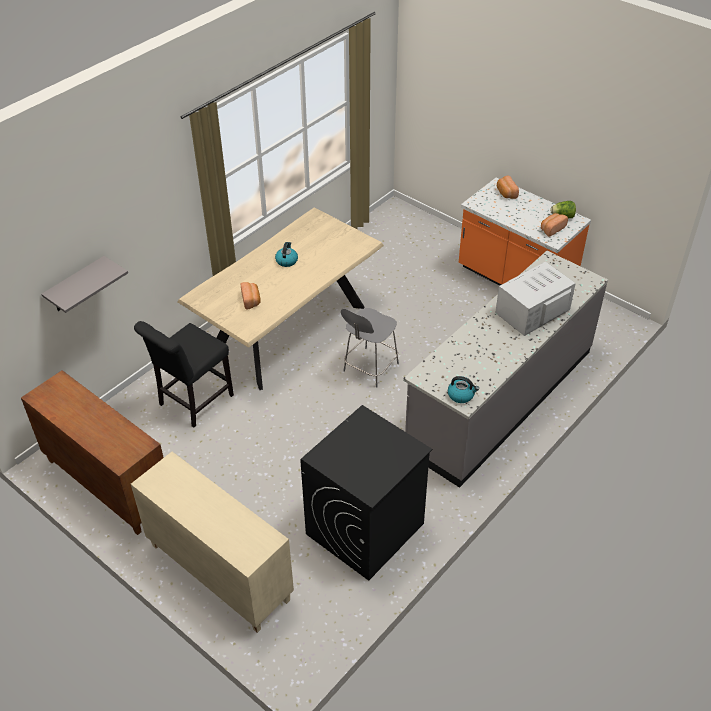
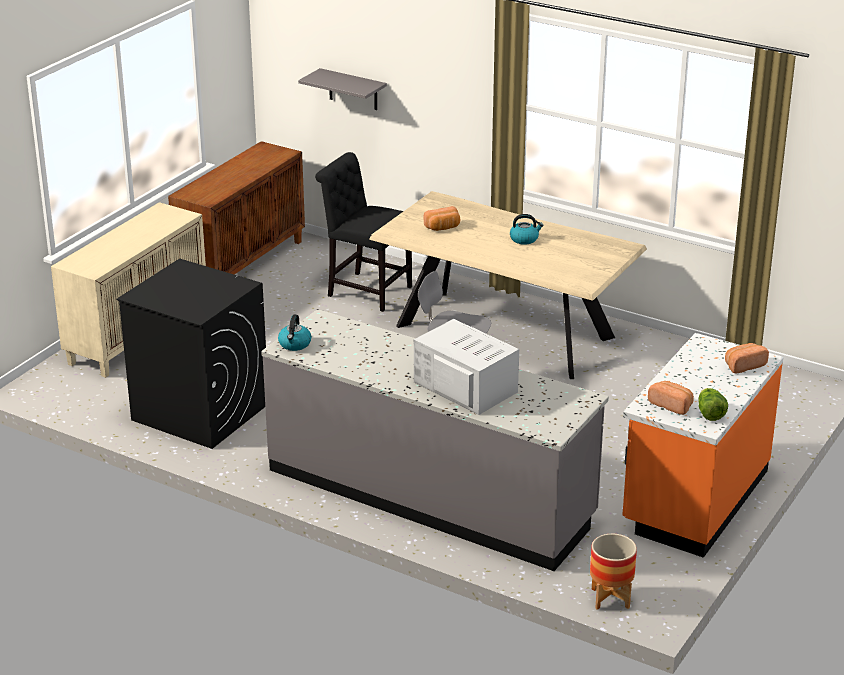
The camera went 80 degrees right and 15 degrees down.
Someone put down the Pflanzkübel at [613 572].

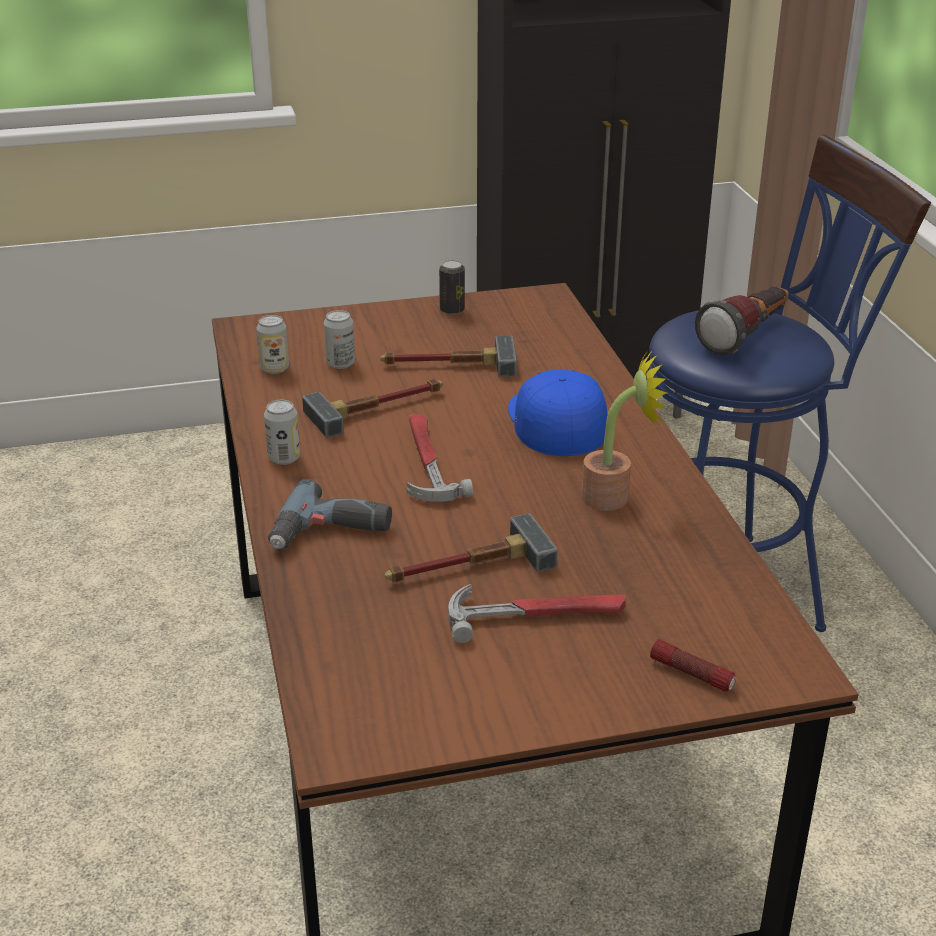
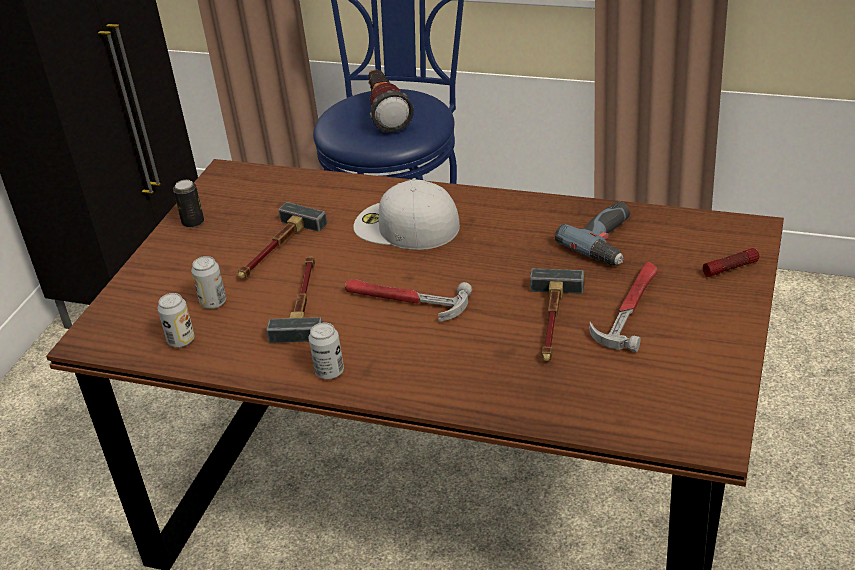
The camera went 55 degrees left and 5 degrees up.
Someone took away the Topfpflanze at [624 430].
Someone repainted the Kappe (blau) at [557 412], which became the Kappe (weiß) at [406 214].
Someone carried the Bohrmaschine from [330 514] to [592 234].

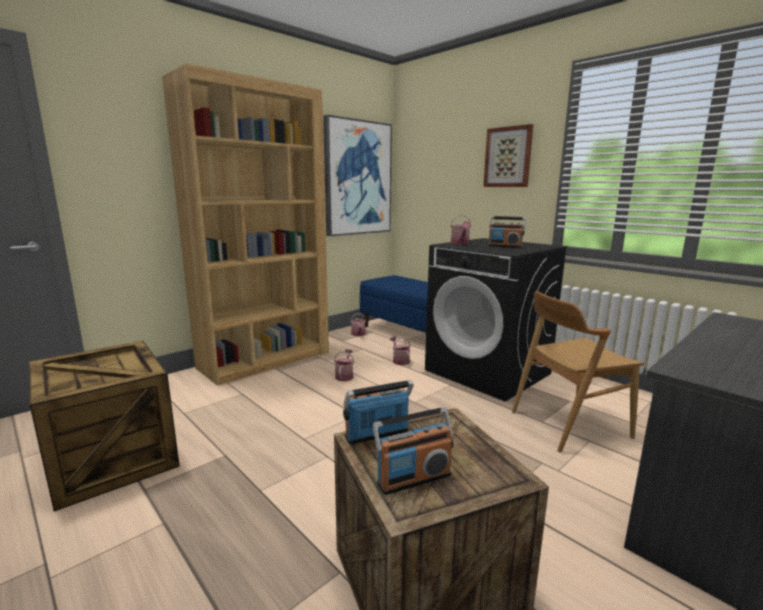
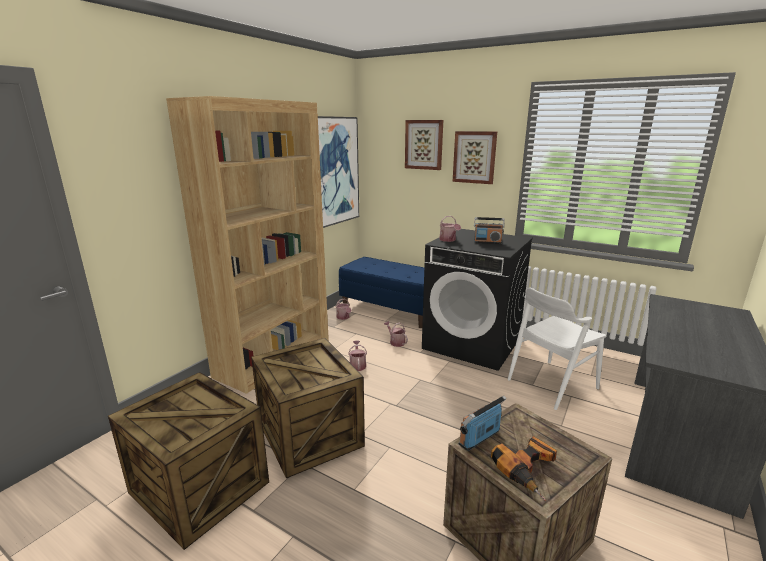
The camera went 15 degrees left and 5 degrees up.
Someone repainted the Stuhl (braun) at [578 371], which became the Stuhl (weiß) at [557 348].
Someone swapped the Radio at [413 451] for the Bohrmaschine at [524 468].
Someone put up the Bild at [424 145].
Someone put down the Kiste at [308 408].

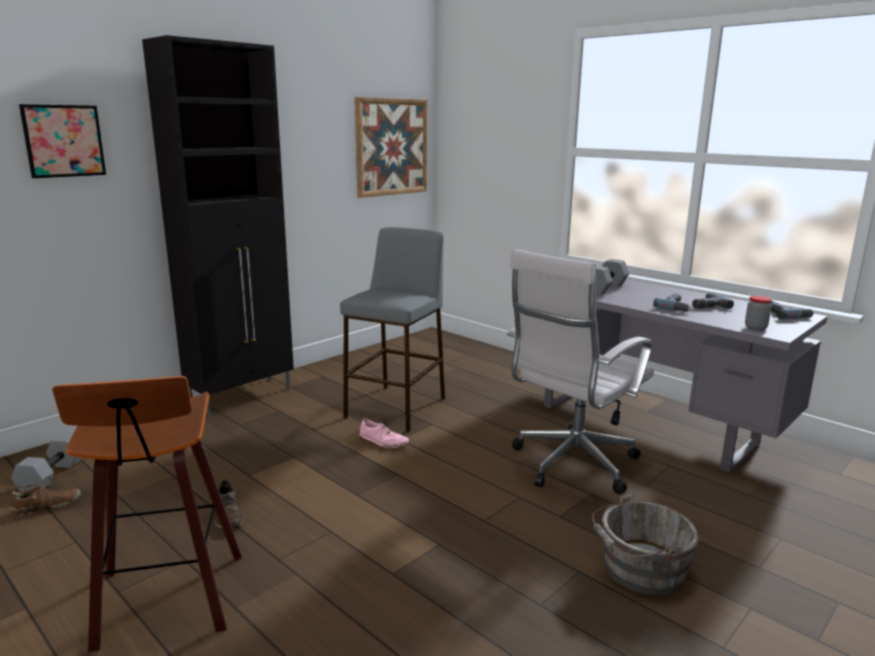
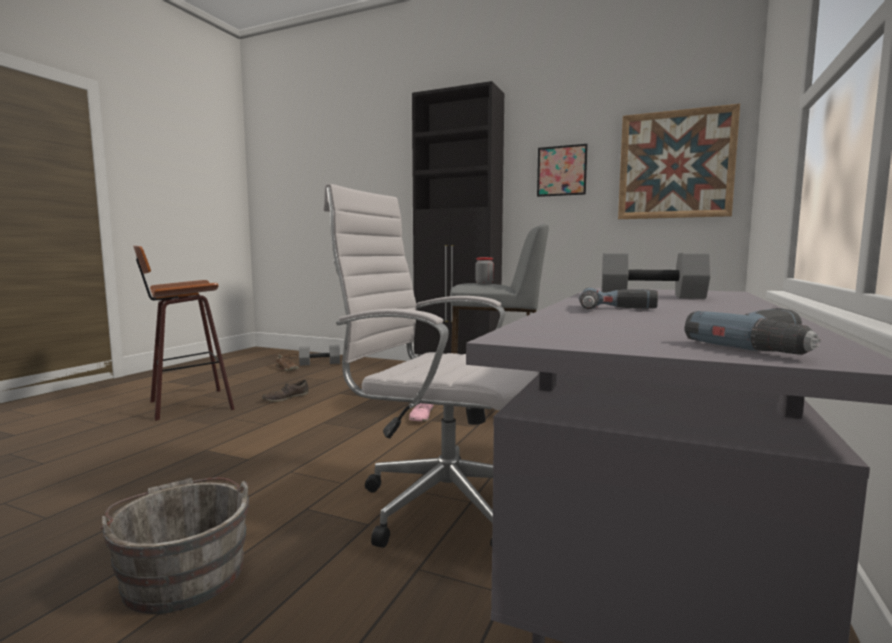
The camera went 70 degrees right and 10 degrees down.
Someone carried the Bild from [62 141] to [562 170].
Someone took away the Bohrmaschine at [713 301].
Someone carried the Vorratsglas from [758 313] to [484 270].

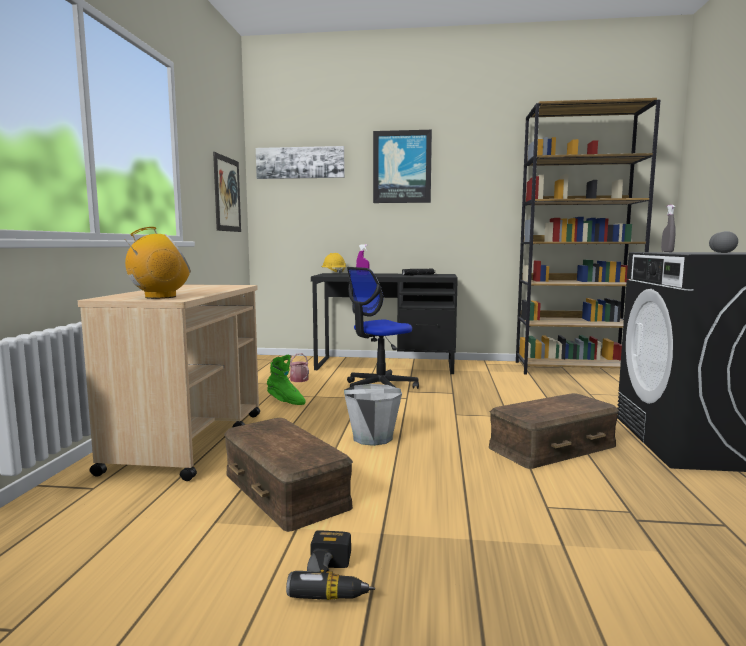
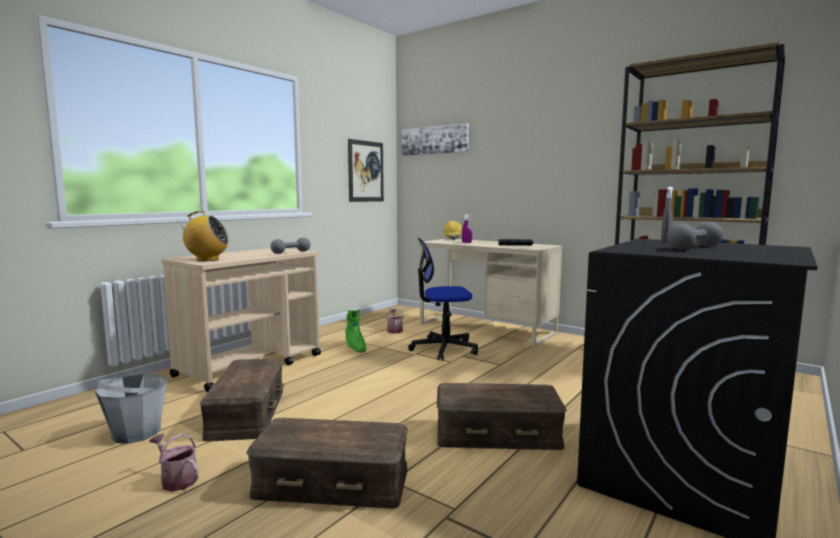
The camera went 30 degrees right and 0 degrees up.
Someone took away the Bild at [402 166].
Someone repainted the Schreibtisch (schwarz) at [384 323], which became the Schreibtisch (beige) at [490 292].
Someone carried the Eimer (grau) from [373 415] to [131 409].
Someone swapped the Bohrmaschine at [330 565] for the Gießkanne at [173 462].
Someone put down the Hantel (grau) at [290 245].
Someone put down the Aufbewahrungsbox (braun) at [327 463].

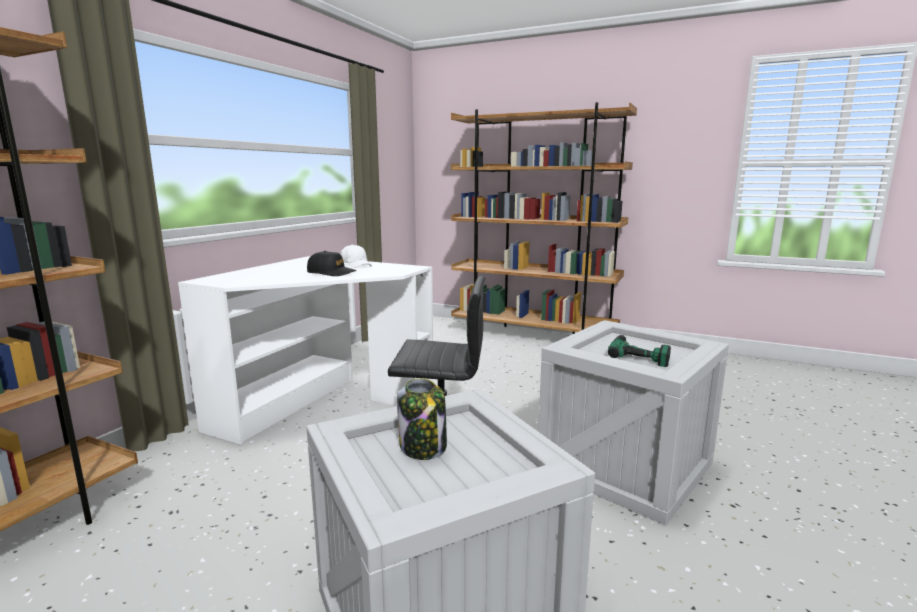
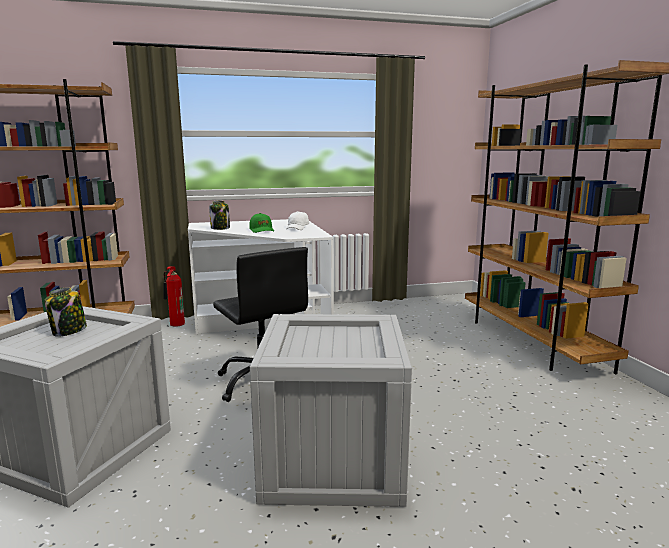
The camera went 50 degrees right and 0 degrees up.
Someone repainted the Kappe (schwarz) at [332 263], which became the Kappe (grün) at [261 223].
Someone took away the Bohrmaschine at [639 351].
Someone put down the Vorratsglas at [219 215].
Someone put down the Feuerlöscher at [174 296].

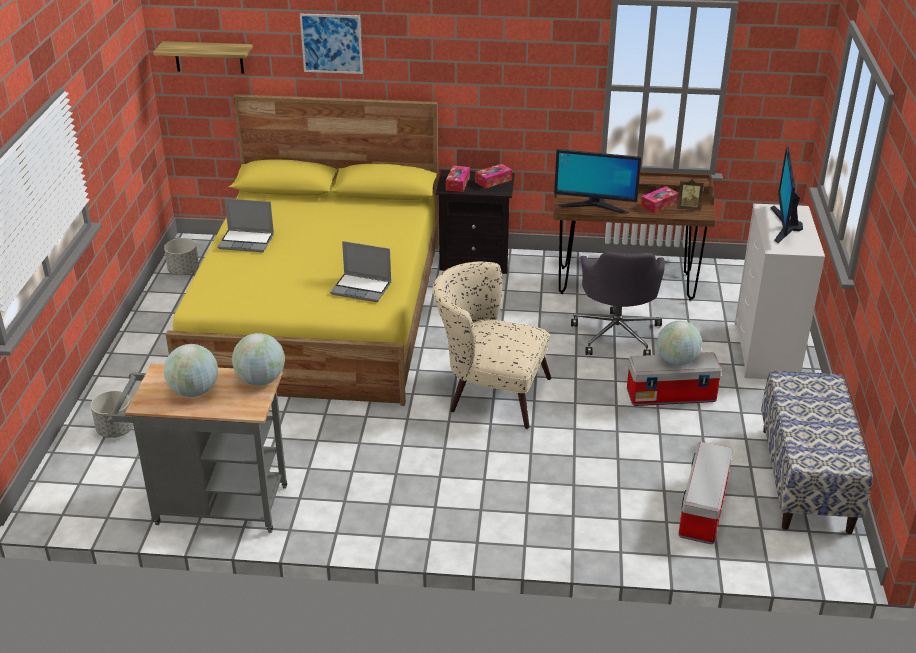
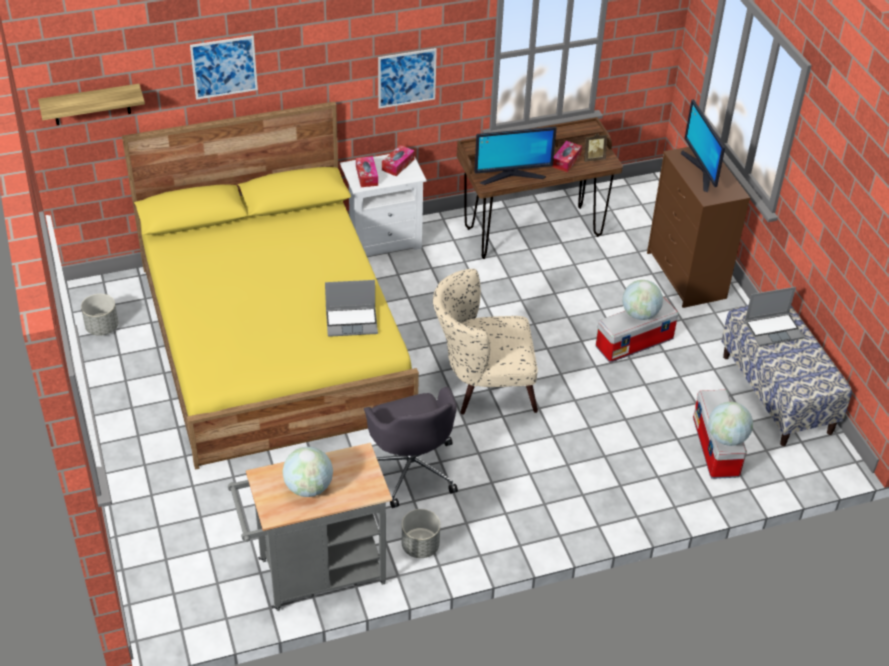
The camera went 25 degrees left and 10 degrees up.
Someone repainted the Nachttisch (schwarz) at [475 222], which became the Nachttisch (weiß) at [383 205].
Someone carried the Laptop from [245 225] to [774 316].
Someone repainted the Kommode (weiß) at [780 291], which became the Kommode (braun) at [698 227].
Someone carried the Bürostuhl (grau) from [618 304] to [411 447].
Someone carried the Globus from [258 359] to [730 424].
Someone carried the Pflanzkübel (grau) from [112 414] to [421 533].
Someone put up the Bild at [407 78].

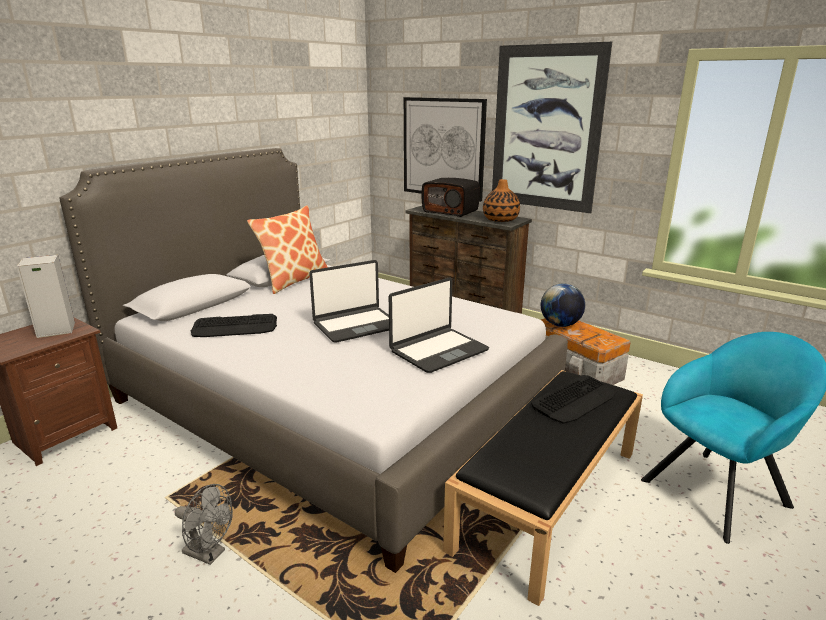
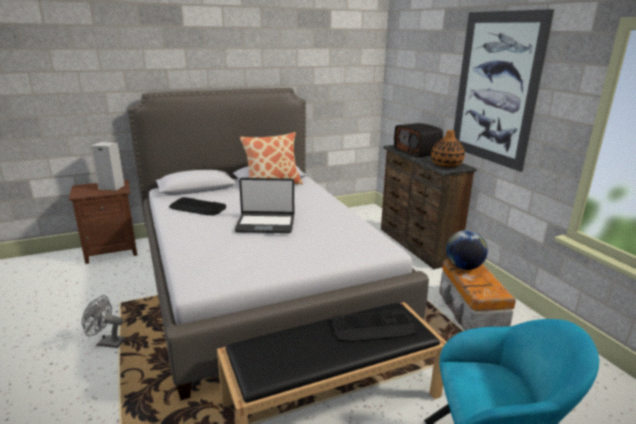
The camera went 30 degrees right and 0 degrees up.
Someone took away the Bild at [445 149].
Someone took away the Laptop at [439 325].
Someone rotated the Ventilator (grau) at [204 524] by 135 degrees clockwise.

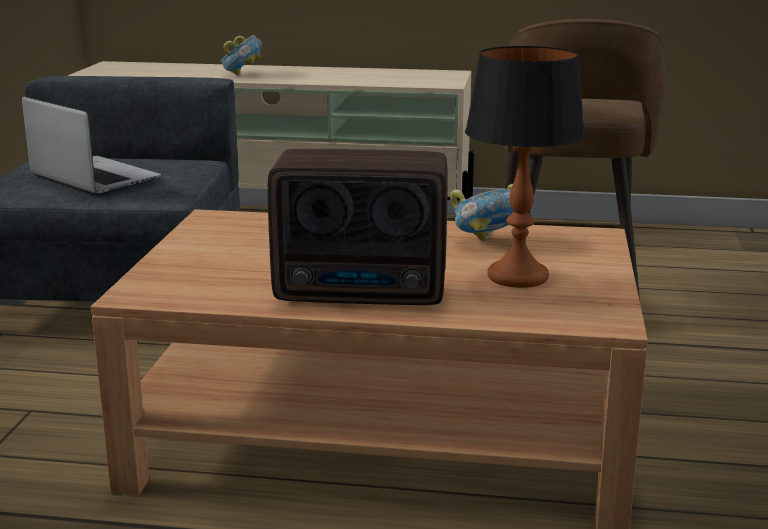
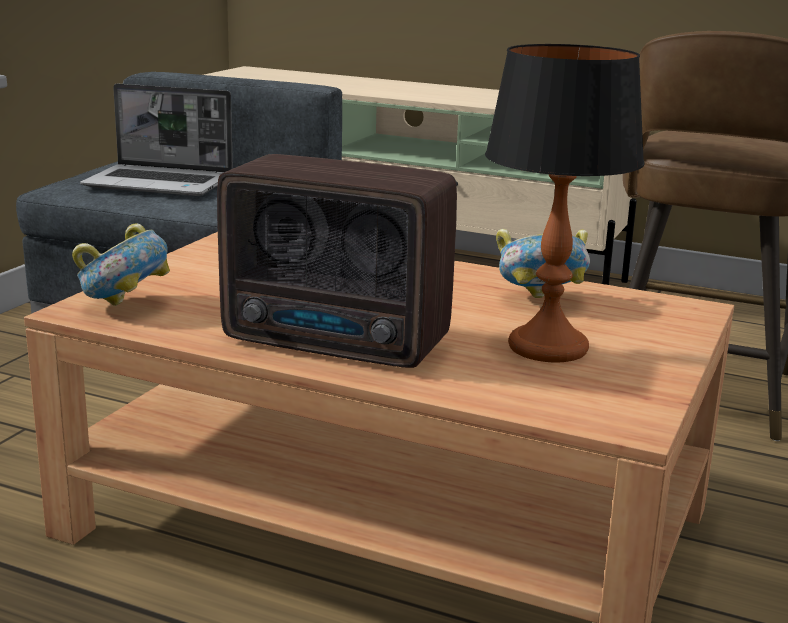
The camera went 15 degrees right and 0 degrees up.
Someone carried the Schüssel from [241 55] to [121 264].
Someone rotated the Laptop at [91 146] by 135 degrees clockwise.

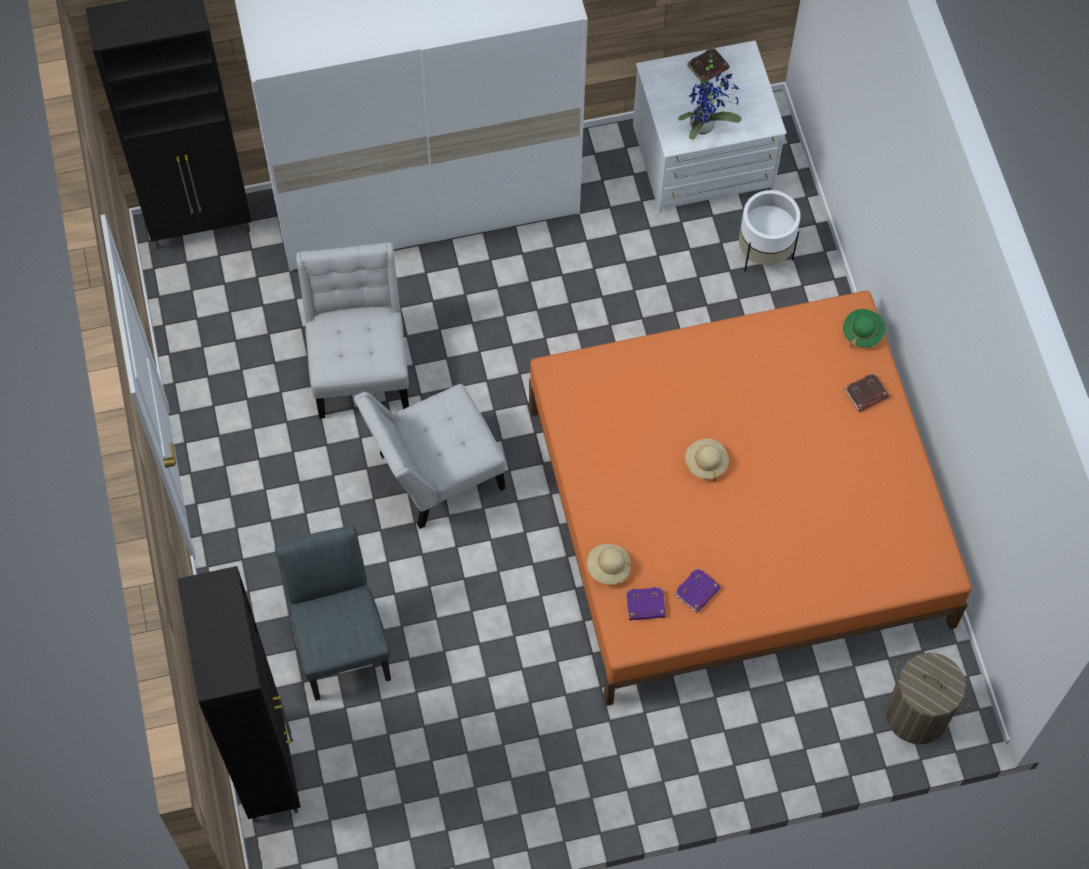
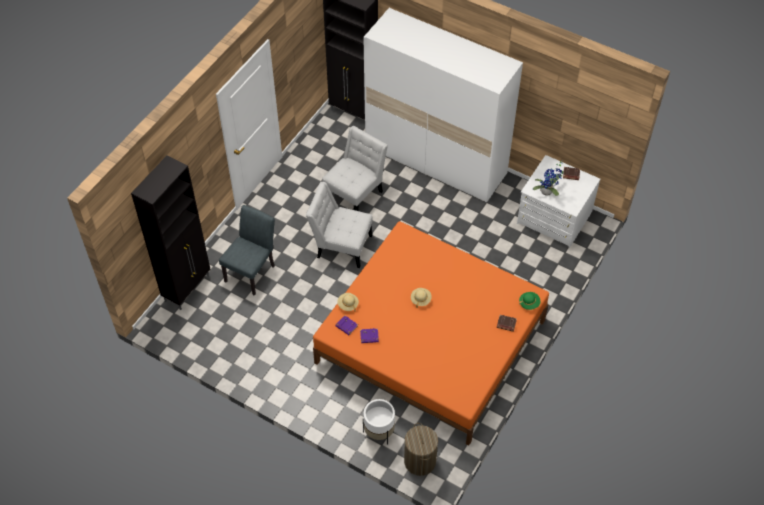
The camera went 45 degrees right and 10 degrees down.
Someone carried the Pflanzkübel (weiß) from [769 231] to [379 422].

